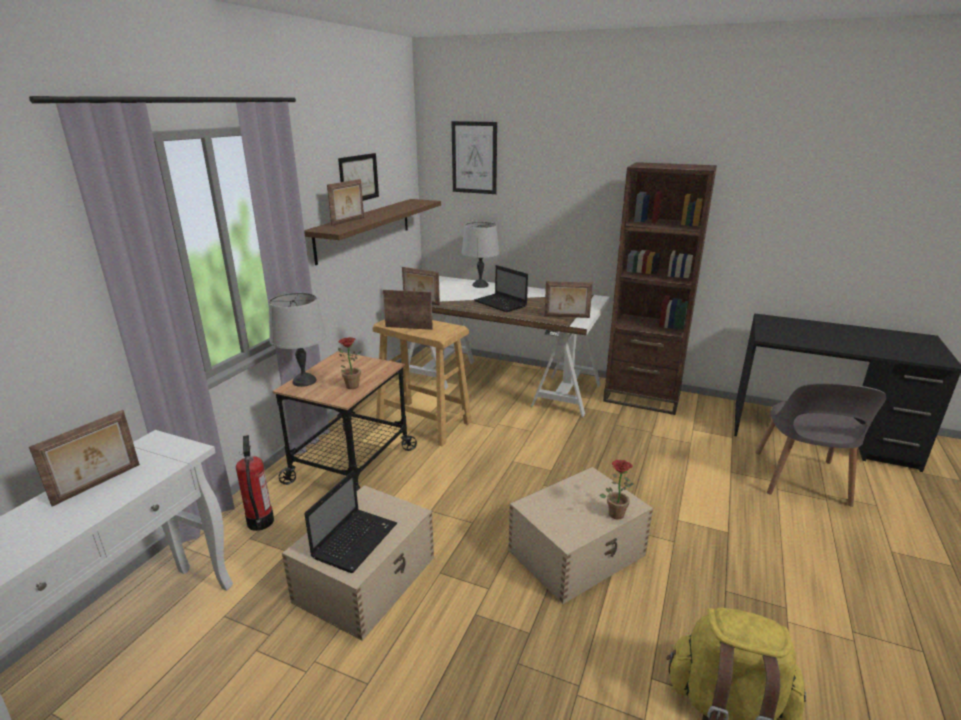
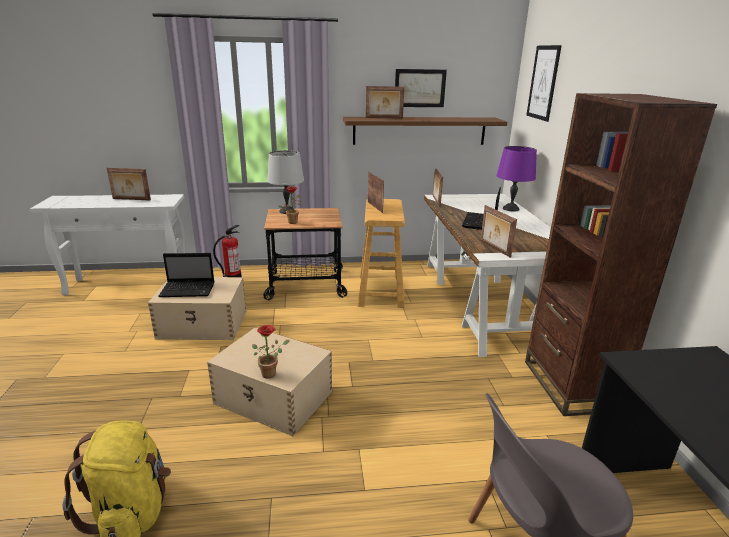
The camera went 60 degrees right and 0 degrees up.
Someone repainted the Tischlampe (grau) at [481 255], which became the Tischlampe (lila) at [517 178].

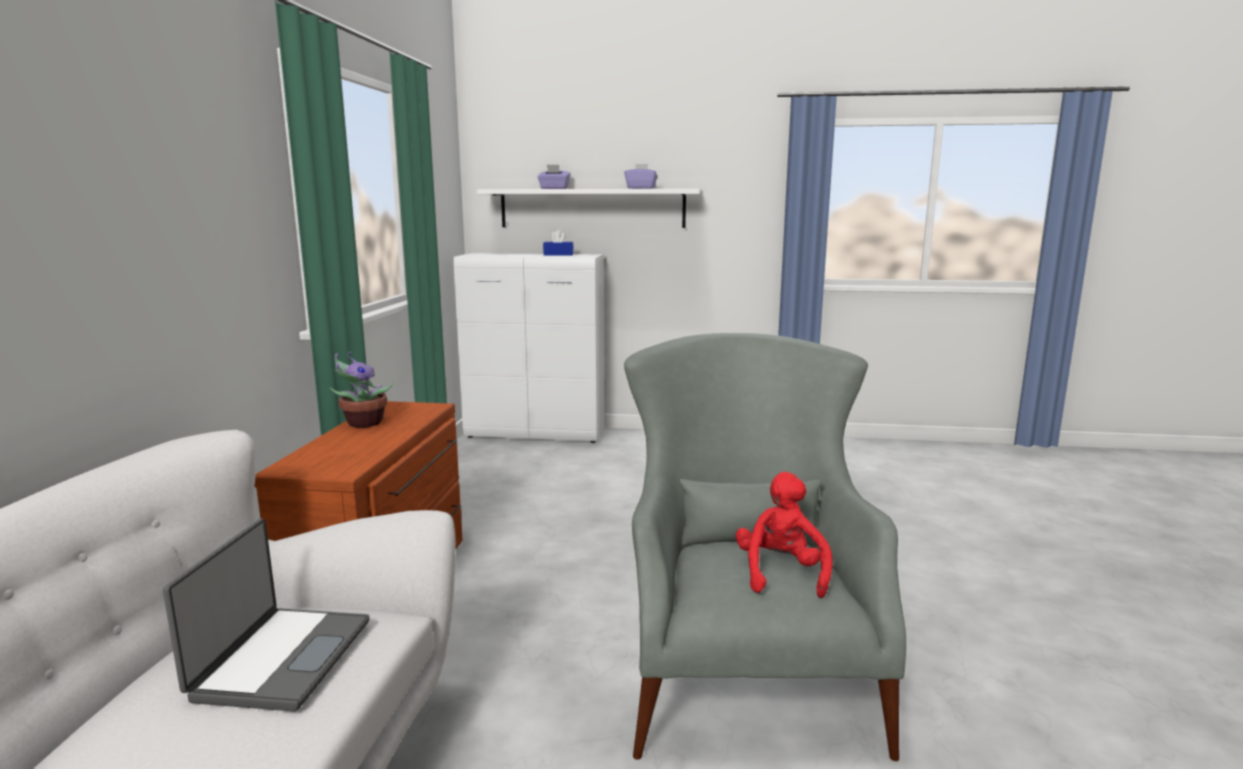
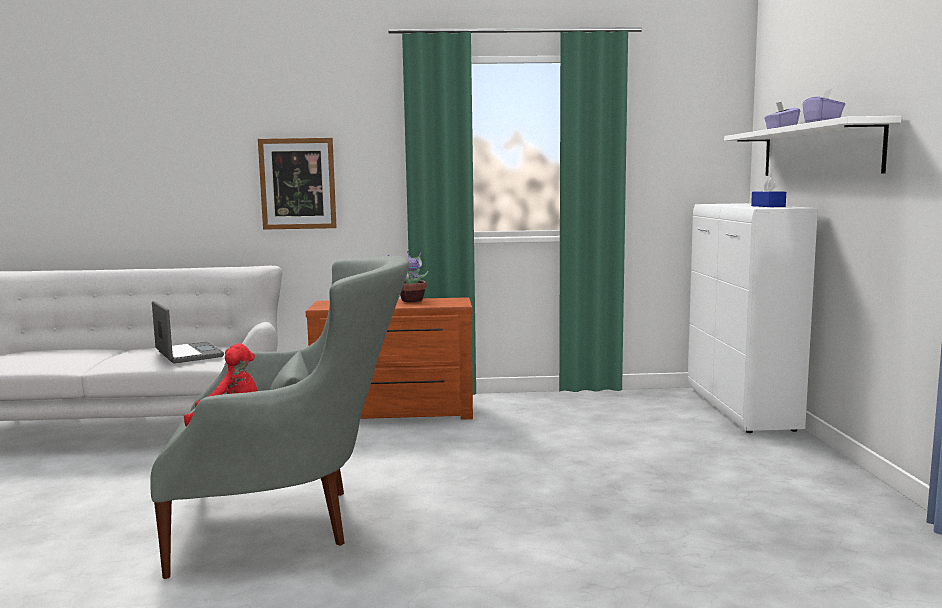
The camera went 80 degrees right and 5 degrees down.
Someone rotated the Laptop at [266 615] by 120 degrees counterclockwise.
Someone put up the Bild at [297 184].

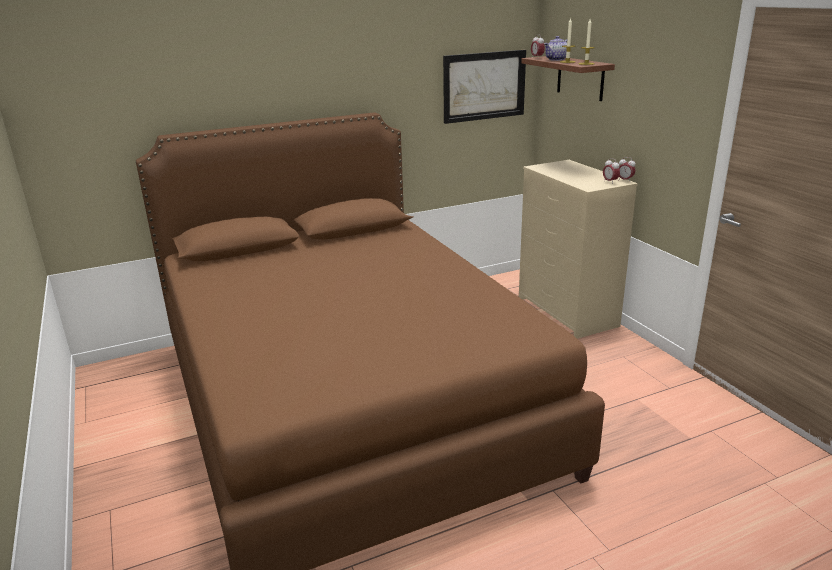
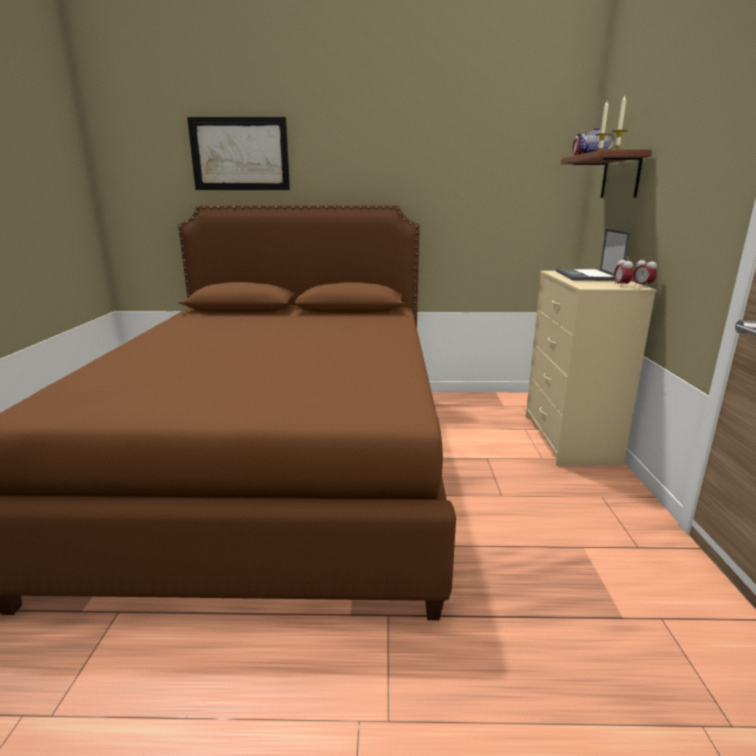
The camera went 25 degrees right and 5 degrees down.
Someone carried the Bild from [484 87] to [238 153].
Someone put down the Laptop at [593 255].

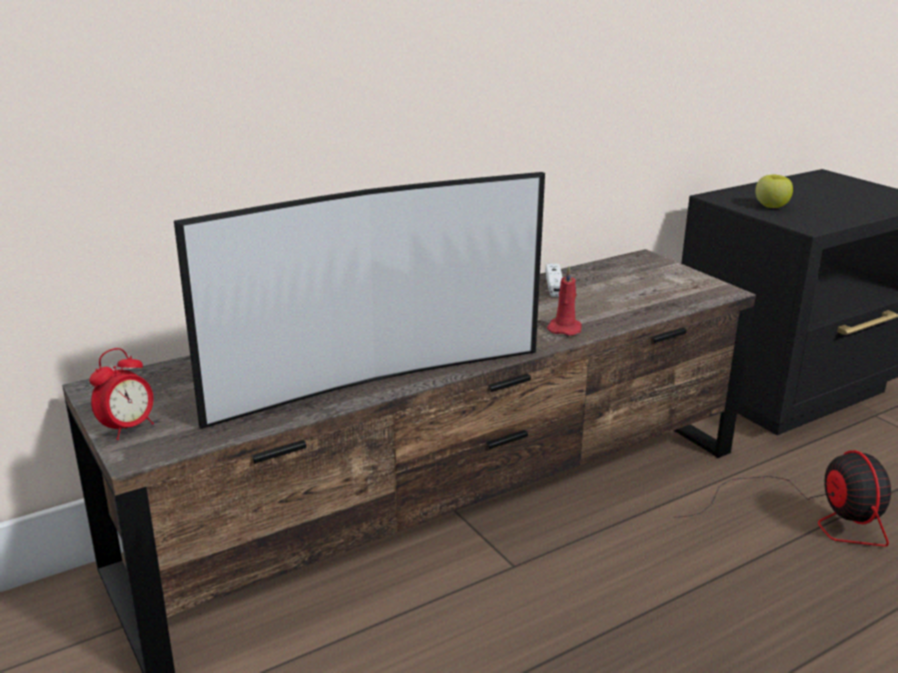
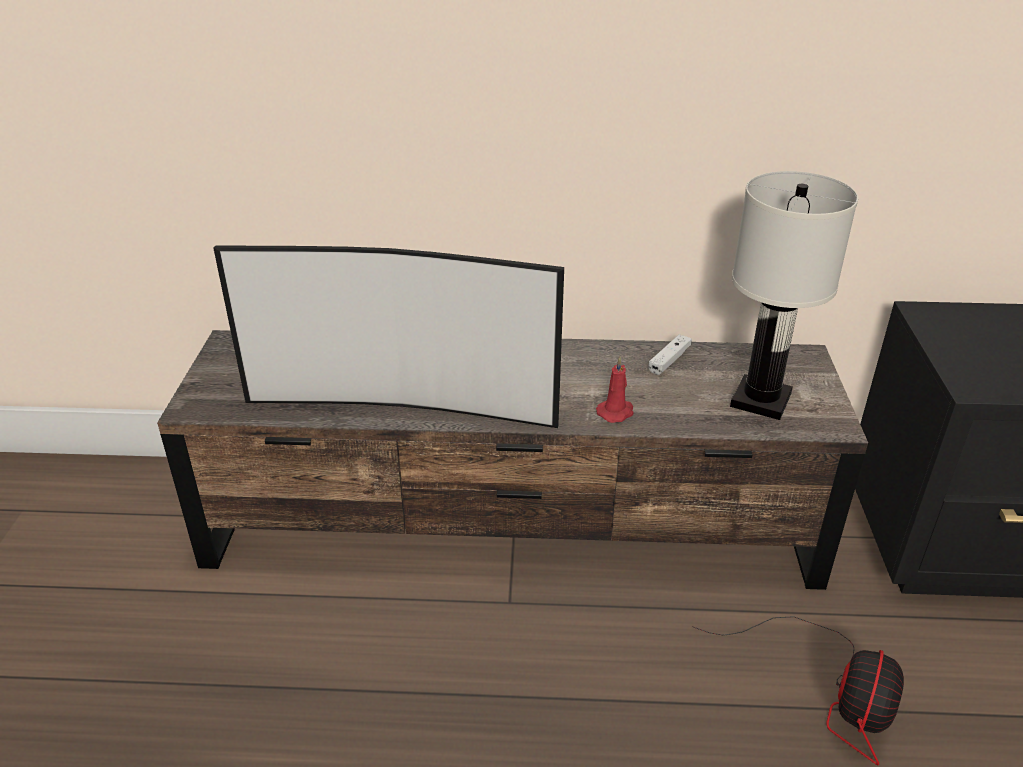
The camera went 35 degrees right and 10 degrees up.
Someone took away the Apfel at [774 191].
Someone took away the Wecker at [121 394].
Someone put down the Tischlampe (weiß) at [794 295].

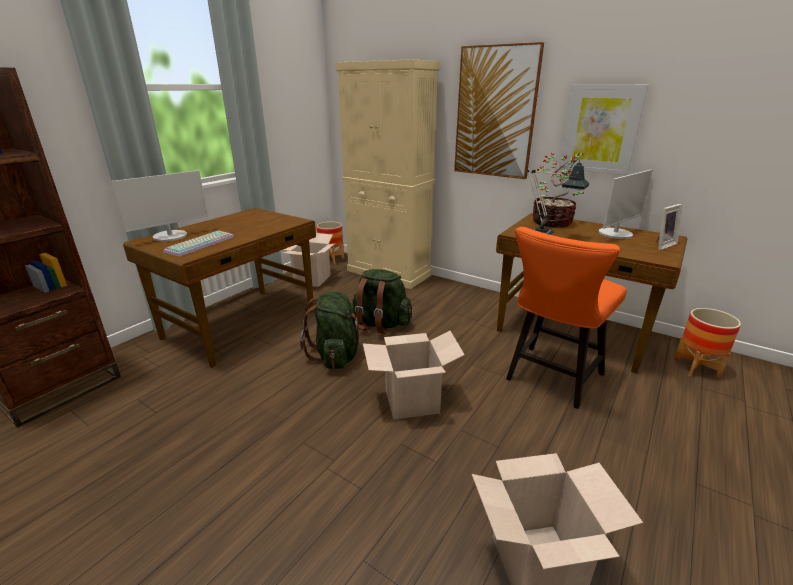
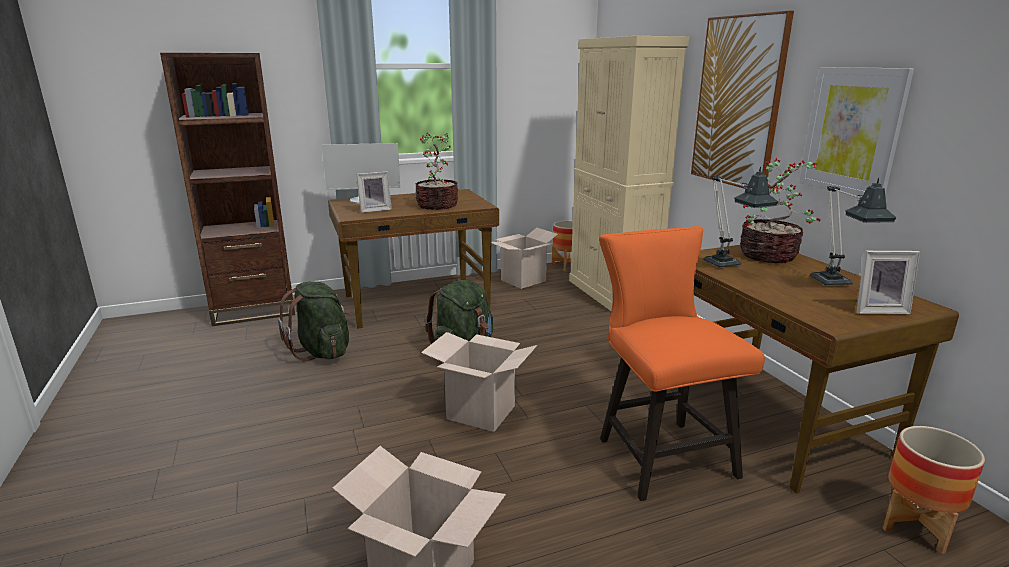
The camera went 35 degrees right and 5 degrees down.
Someone swapped the Monitor at [626 204] for the Tischlampe at [853 231].
Someone rotated the Stuhl (orange) at [566 318] by 90 degrees clockwise.
Someone swapped the Tastatur at [199 244] for the Bilderrahmen at [374 192].
Someone carried the Rucksack (grün) from [382 301] to [314 321].
Someone put down the Topfpflanze at [436 171].

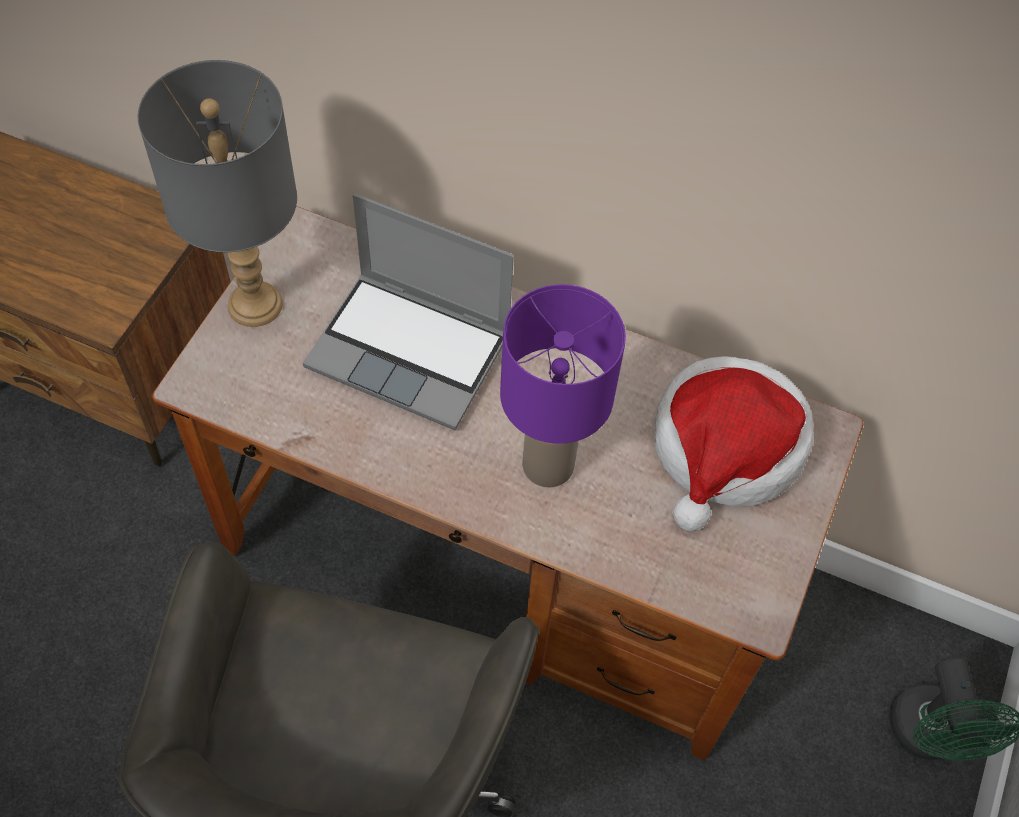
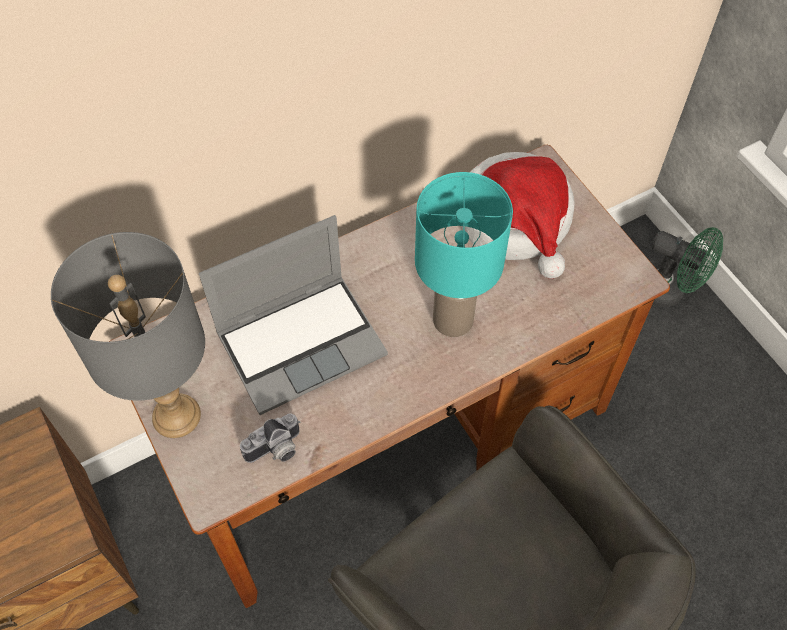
The camera went 50 degrees left and 0 degrees up.
Someone repainted the Tischlampe (lila) at [563 386], which became the Tischlampe (türkis) at [464 254].
Someone put down the Kamera at [270 438].

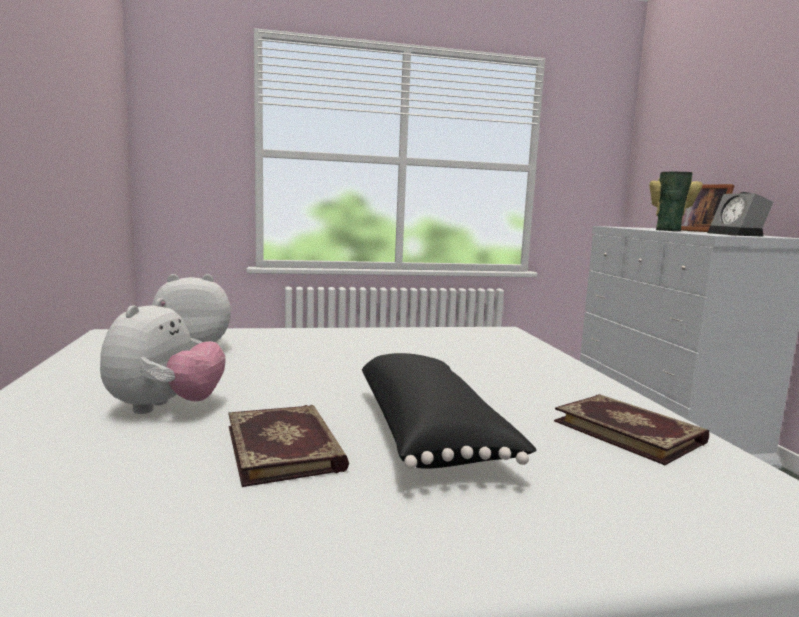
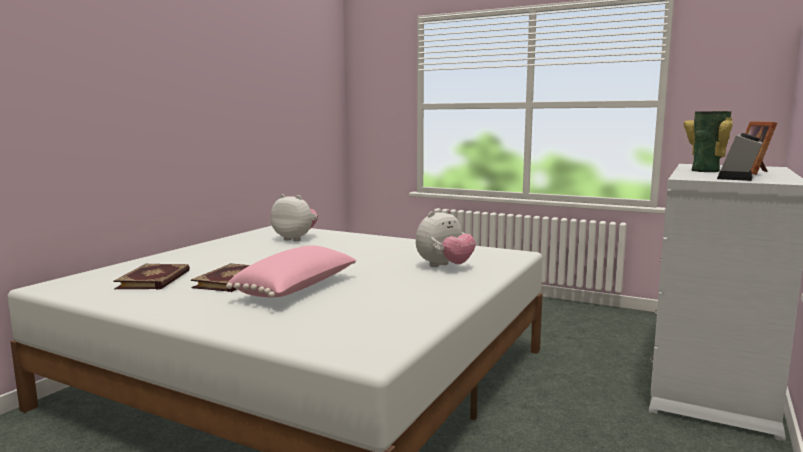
The camera went 40 degrees right and 0 degrees up.
Someone carried the Plüschtier from [163 356] to [446 238].
Someone repainted the Kissen (schwarz) at [449 411], which became the Kissen (rosa) at [291 271].
Someone carried the Buch from [631 429] to [152 277].

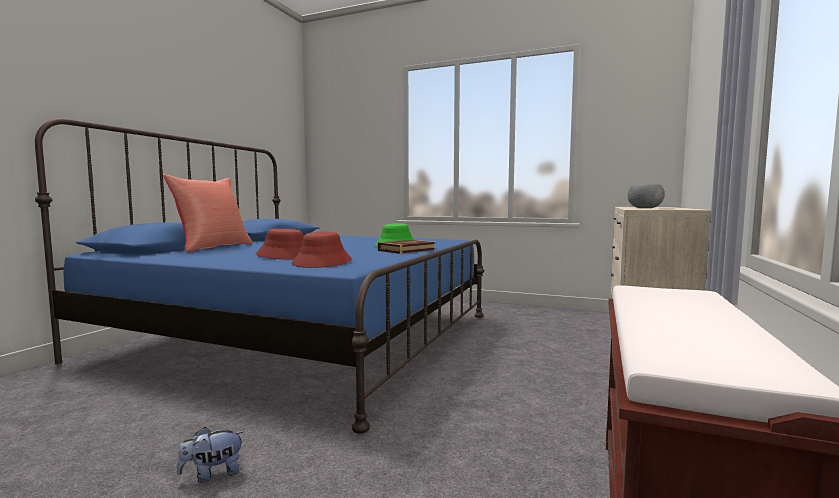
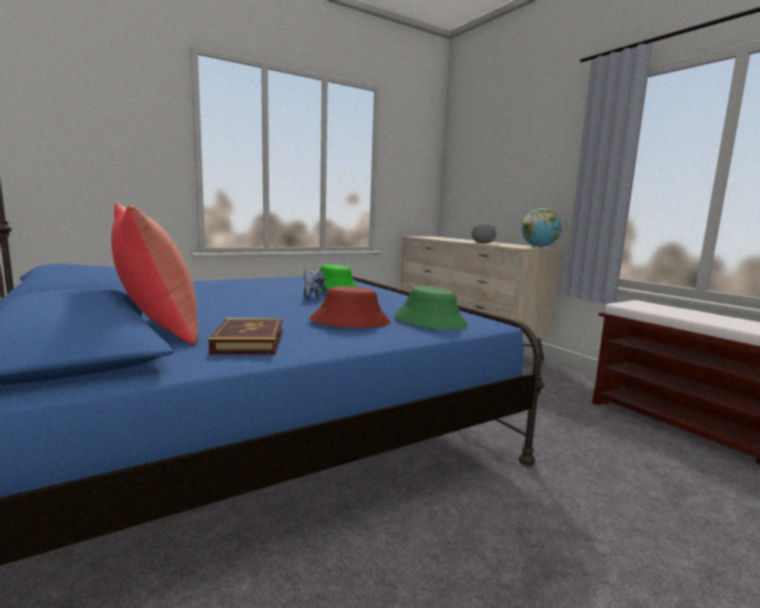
The camera went 55 degrees left and 5 degrees up.
Someone repainted the Hut (rot) at [322 249], which became the Hut (grün) at [431 308].
Someone carried the Buch from [407 247] to [245 336].
Someone carried the Plüschtier from [210 455] to [315 284].
Someone put down the Globus at [542 227].

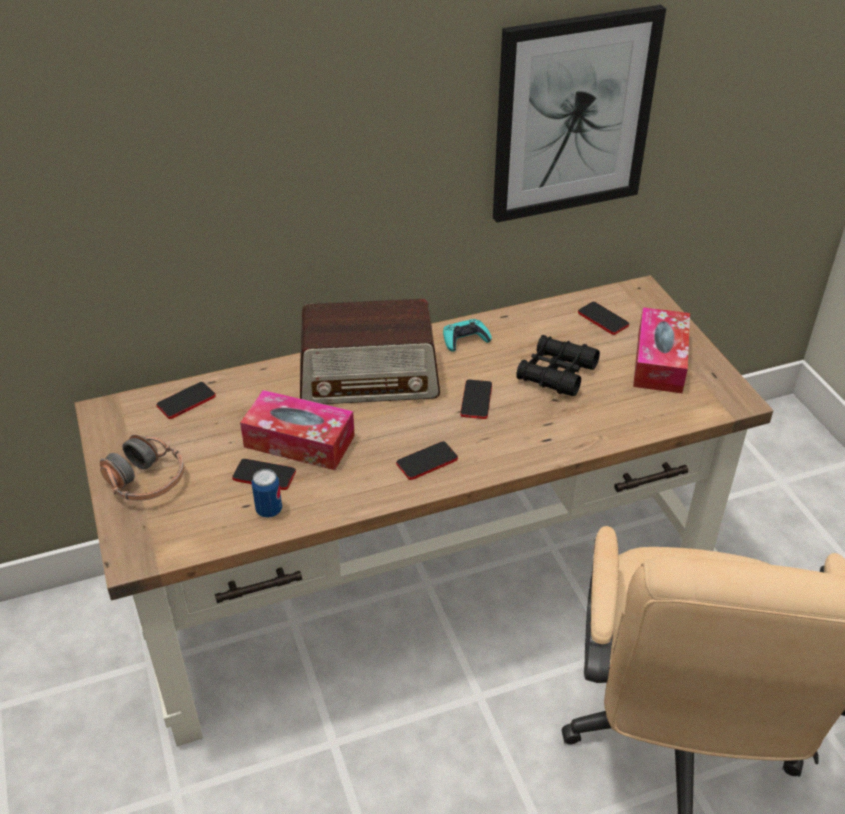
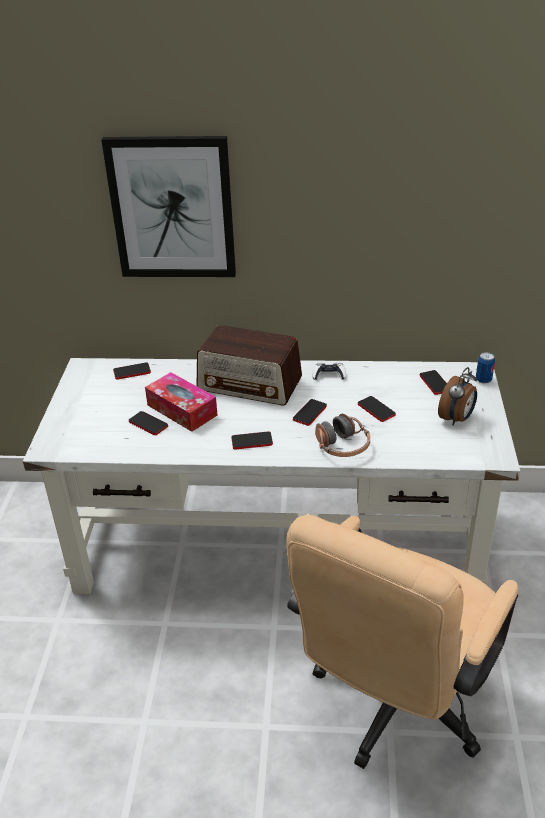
The camera went 25 degrees right and 5 degrees down.
Someone carried the Bild from [579 114] to [168 206].
Someone repainted the Schreibtisch (braun) at [424 510], which became the Schreibtisch (weiß) at [271 476].
Someone swapped the Taschentuchbox at [661 350] for the Wecker at [457 396].
Someone repainted the Gamepad (türkis) at [467 335], which became the Gamepad (weiß) at [329 371].
Someone swapped the Fernglas (schwarz) at [558 365] for the Handy at [377 409].
Someone carried the Kopfhörer from [142 468] to [342 435].
Someone carried the Dose from [267 493] to [485 368].

